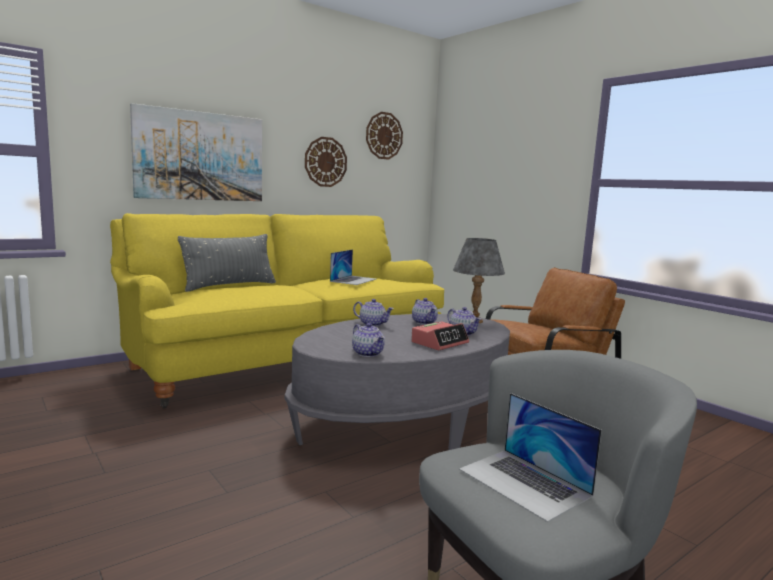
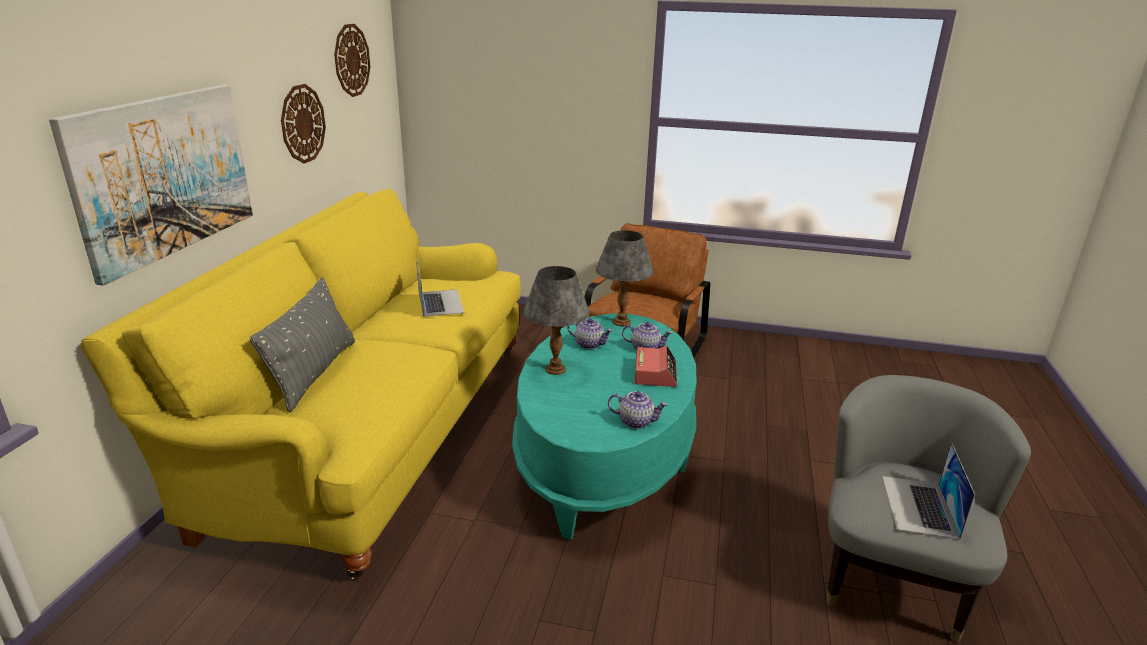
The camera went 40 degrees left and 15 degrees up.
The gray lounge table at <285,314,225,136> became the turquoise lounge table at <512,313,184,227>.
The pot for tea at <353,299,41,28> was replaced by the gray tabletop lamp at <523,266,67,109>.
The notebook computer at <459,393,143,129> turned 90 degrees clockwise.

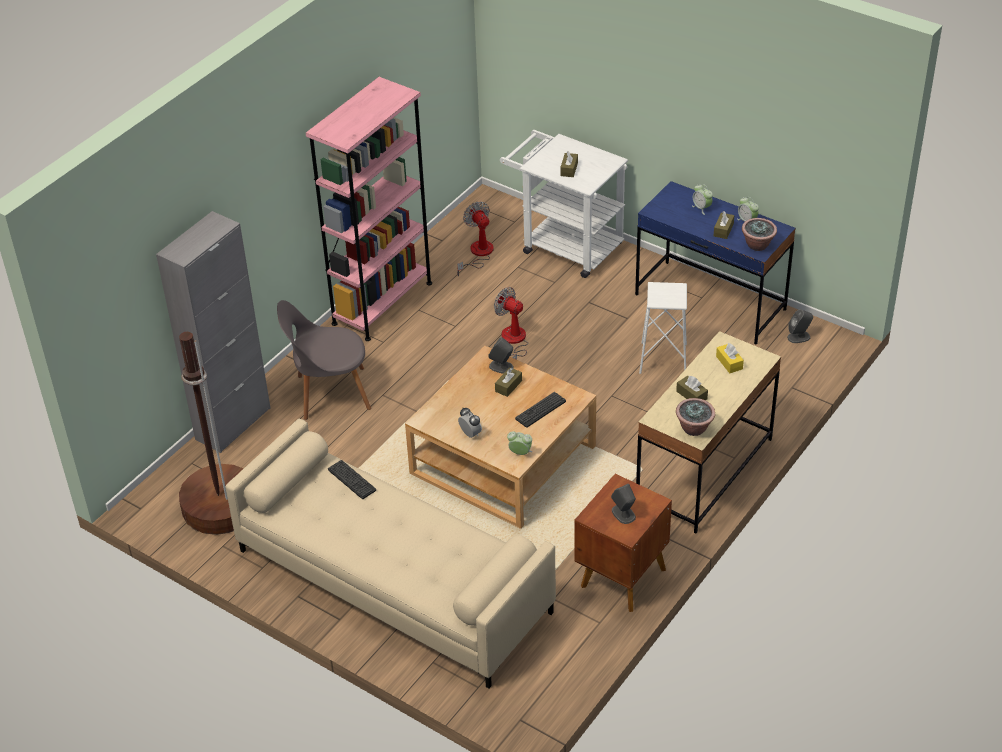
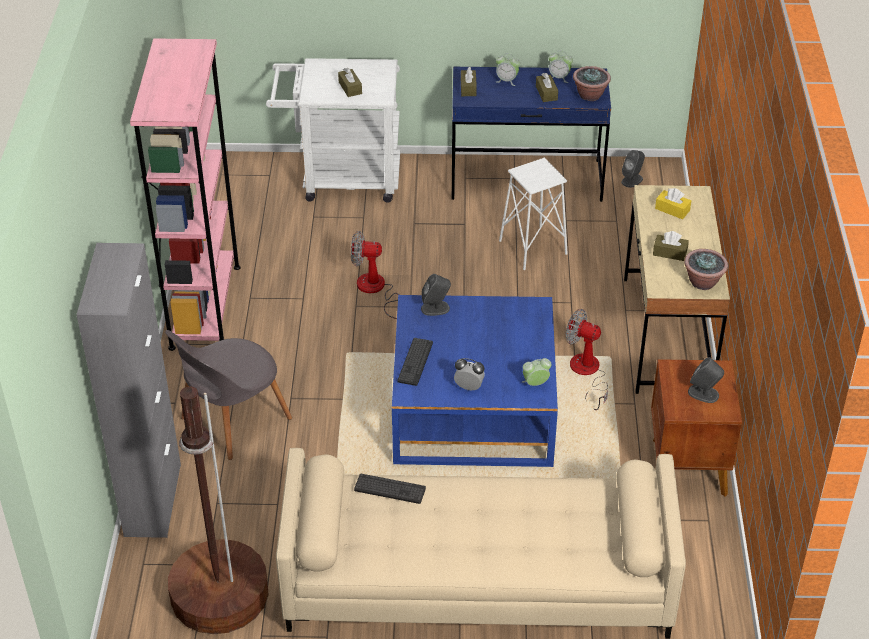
The camera went 35 degrees left and 0 degrees up.
The beige-coloured lounge table at <405,346,191,183> became the blue-coloured lounge table at <392,295,166,172>.
The computer keyboard moved from <515,392,51,36> to <398,338,35,48>.
The brown-coloured tissue box moved from <495,367,27,30> to <461,67,16,29>.
The cooling fan moved from <457,201,37,76> to <566,309,42,101>.

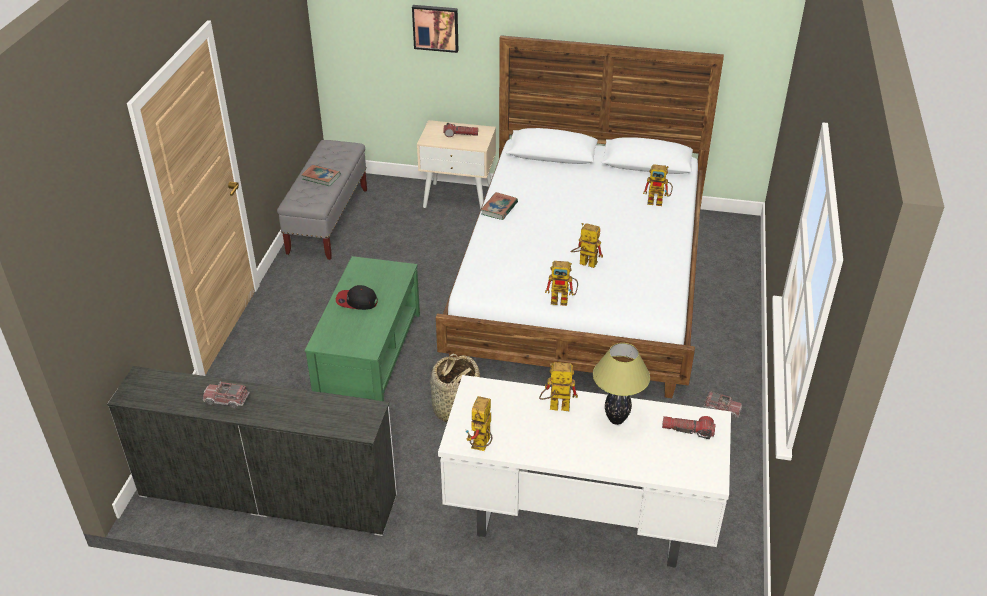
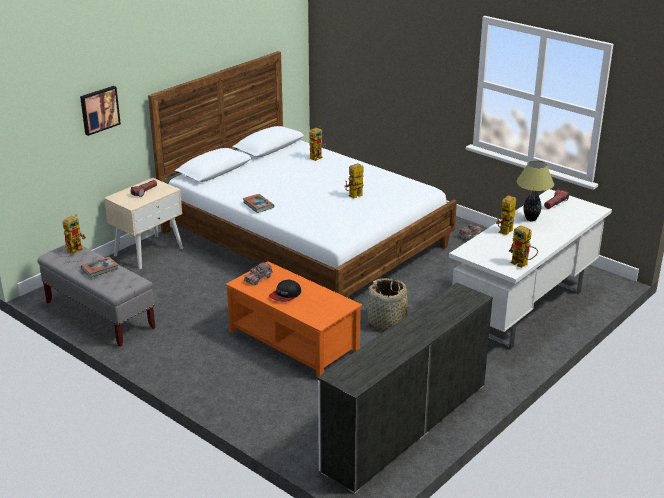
The camera went 60 degrees left and 10 degrees down.
The toy robot moved from <545,261,33,45> to <62,214,24,40>.
The greenish lounge table at <305,256,115,145> became the orange-coloured lounge table at <226,261,136,118>.
The toy truck moved from <203,382,47,27> to <244,262,29,23>.

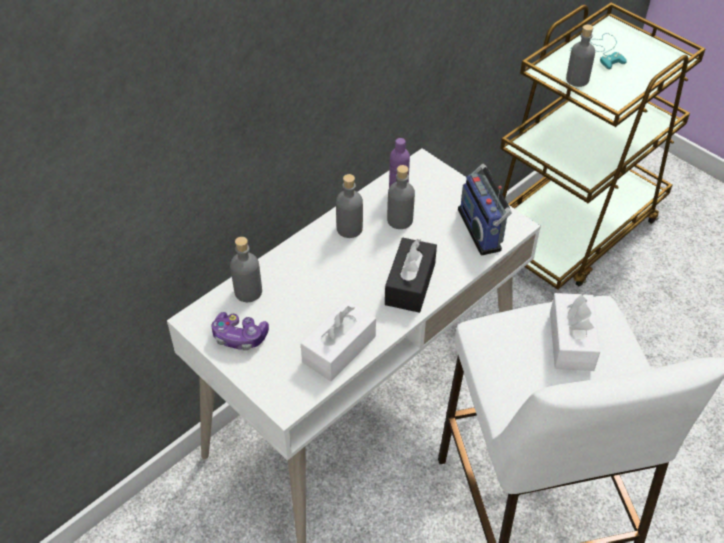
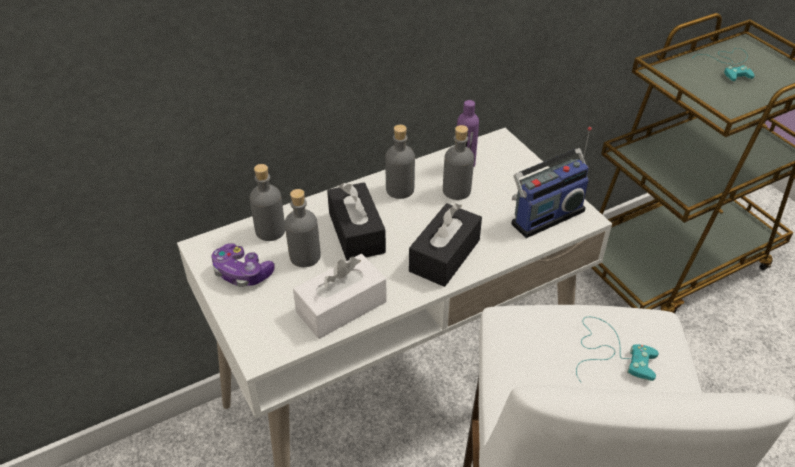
The camera went 15 degrees right and 5 degrees down.
The gray drink bottle moved from <566,24,29,63> to <285,189,36,78>.
The blackish tissue box at <327,182,59,79> appeared.
The radio receiver at <458,164,54,92> turned 120 degrees counterclockwise.
The whitish tissue box at <550,293,50,78> was replaced by the turquoise gamepad at <576,317,83,65>.

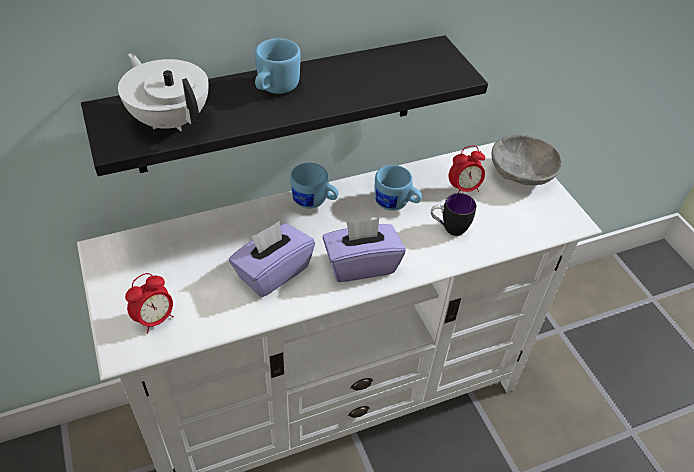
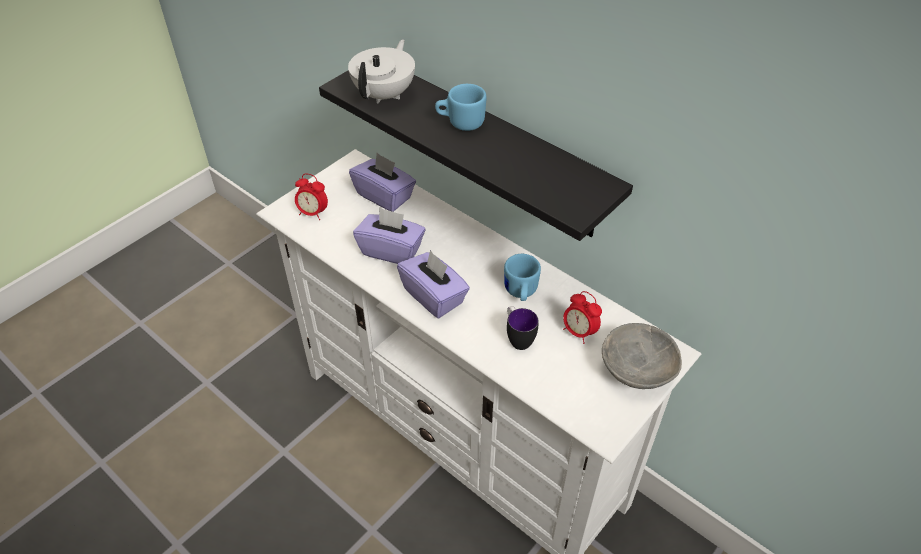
The camera went 65 degrees right and 0 degrees up.
The purplish tissue box at <349,153,67,59> appeared.
The blue-coloured tea mug at <290,163,48,46> disappeared.

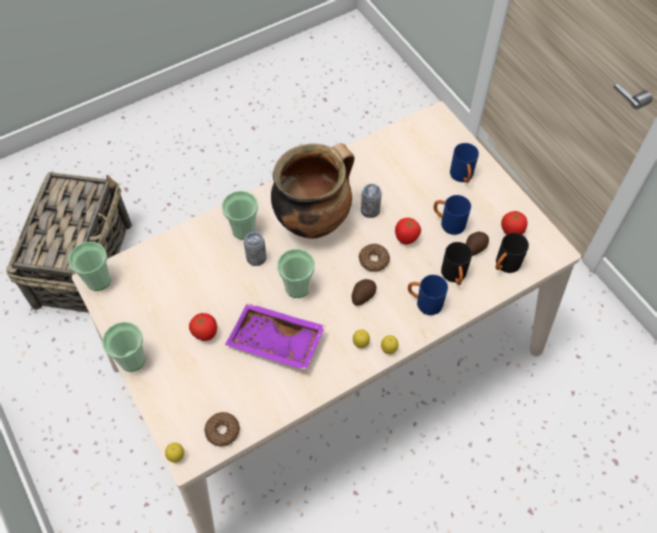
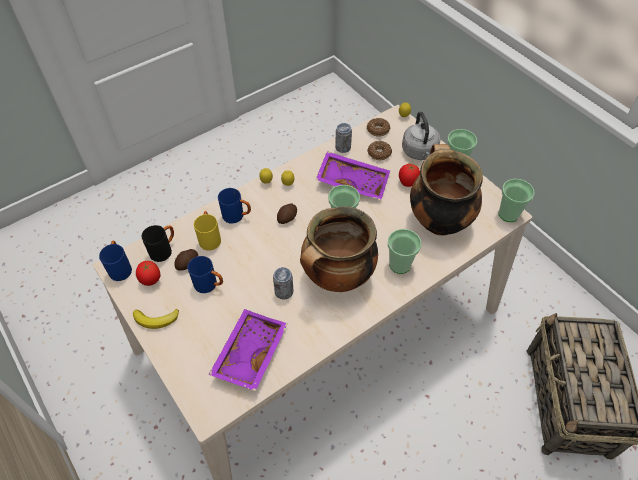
The camera went 175 degrees right and 5 degrees down.
The blue-coloured tea mug moved from <450,143,29,40> to <99,241,33,40>.
The whole banana at <133,309,46,20> appeared.
The blackish tea mug at <441,242,31,43> became the yellow tea mug at <194,211,27,40>.
The purplish tray at <209,309,78,82> appeared.
The sealed can moved from <244,232,22,34> to <335,123,17,30>.
The ring doughnut moved from <359,244,31,28> to <368,141,24,19>.
The gray water kettle at <402,111,39,49> appeared.
The saucepot at <410,144,73,91> appeared.
The whole tomato at <395,218,26,27> disappeared.

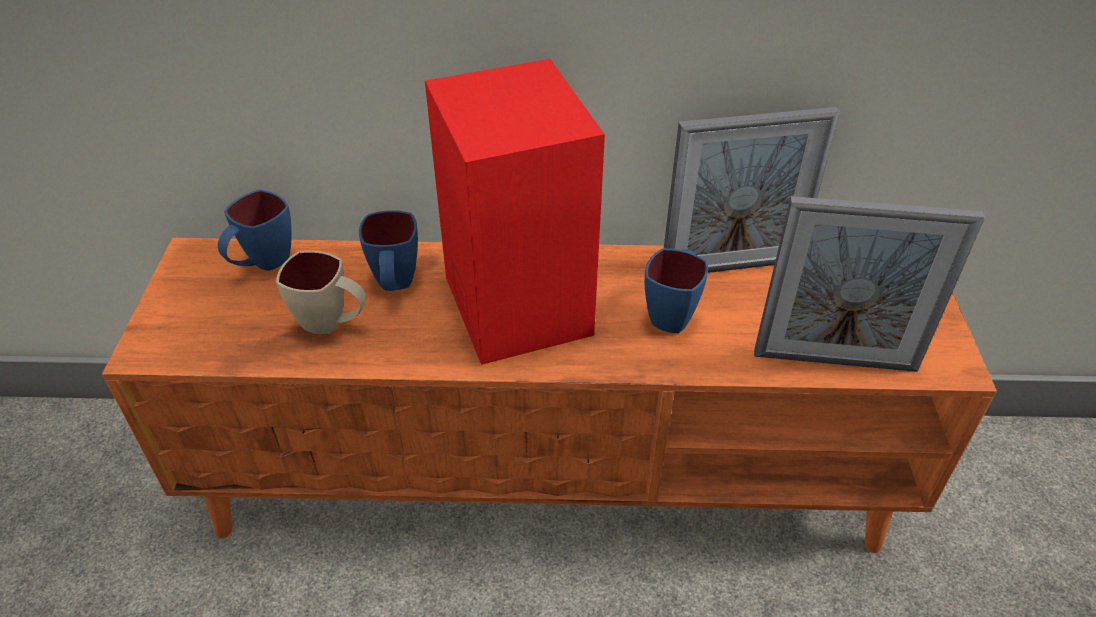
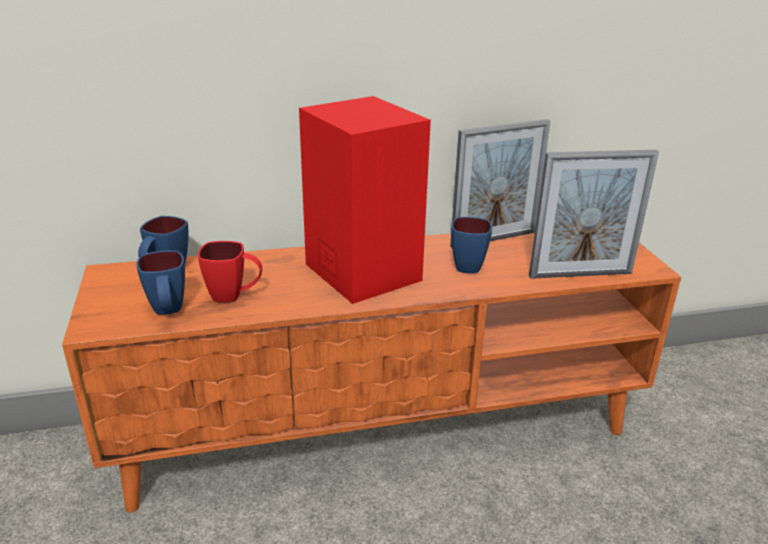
The camera went 15 degrees left and 15 degrees down.
The blue-coloured tea mug moved from <359,210,59,81> to <136,250,49,65>.
The beige-coloured tea mug at <276,251,90,83> became the reddish tea mug at <198,241,64,62>.

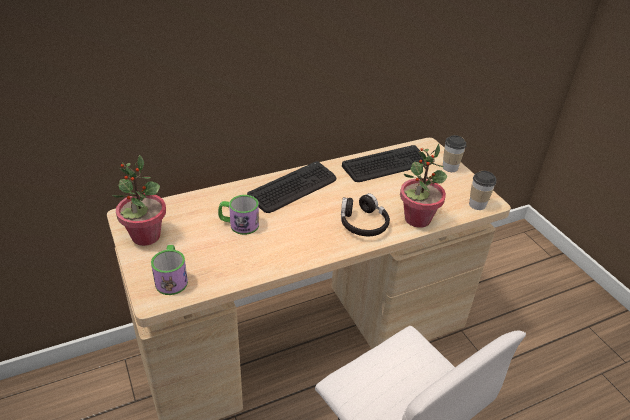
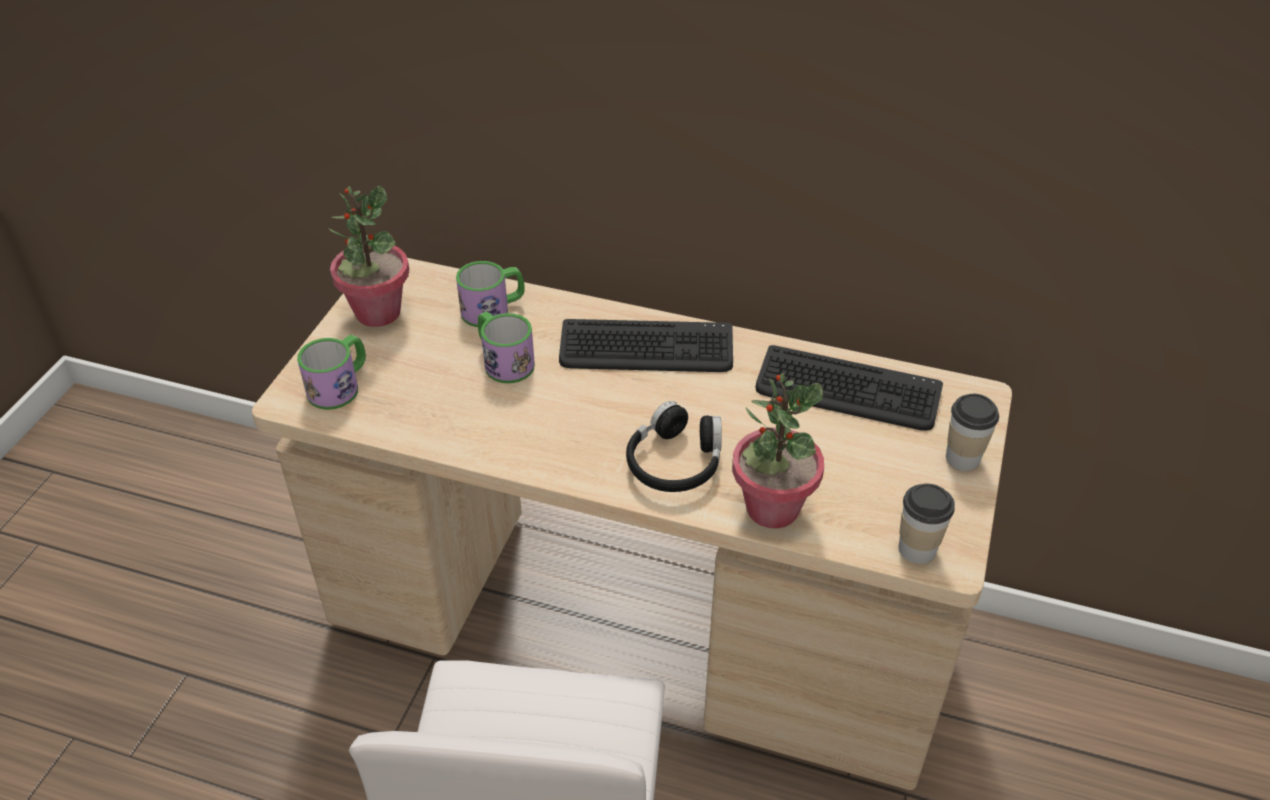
The camera went 45 degrees right and 5 degrees up.
The tea mug at <456,261,69,66> appeared.

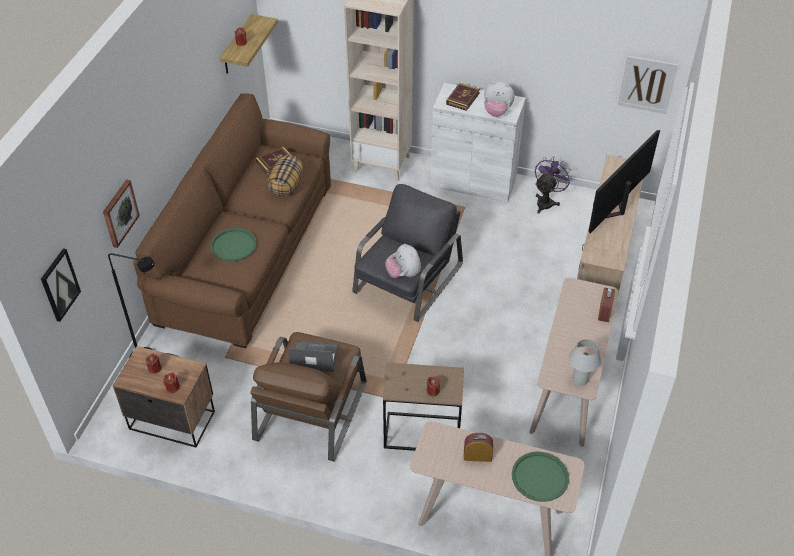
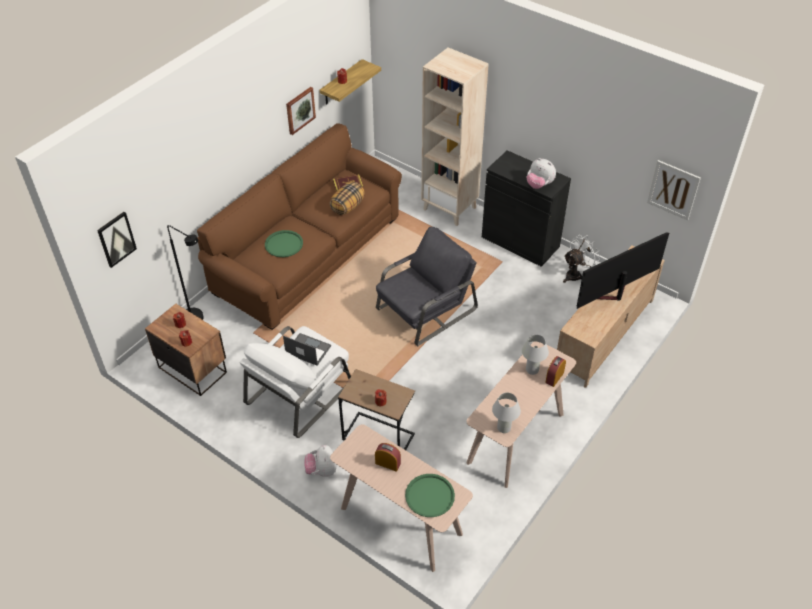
The camera went 20 degrees right and 0 degrees up.
The brown-coloured lounge chair at <250,332,116,129> became the whitish lounge chair at <240,326,111,112>.
The picture moved from <103,179,37,69> to <286,87,30,48>.
The soft toy moved from <385,244,36,34> to <304,445,33,32>.
The whitish cupboard at <430,83,96,119> became the blackish cupboard at <482,150,89,117>.
The whitish tabletop lamp at <522,335,27,40> appeared.
The purplish cooling fan at <535,156,36,58> became the whitish cooling fan at <563,235,37,48>.
The book at <446,83,34,28> disappeared.

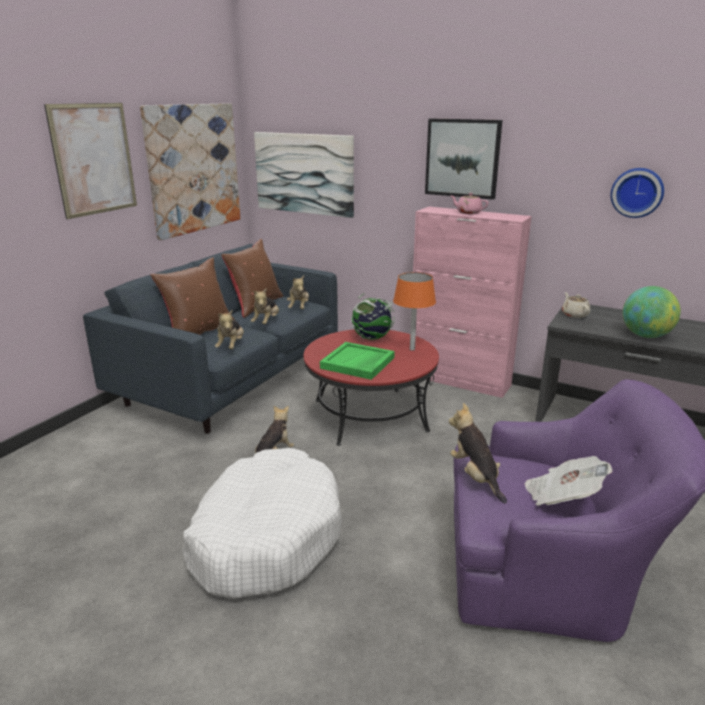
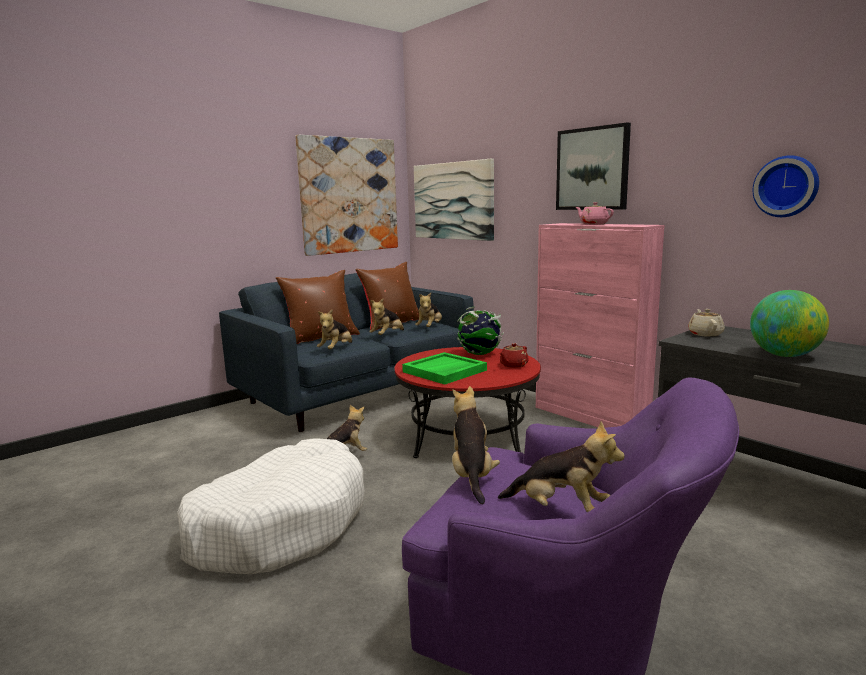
The camera went 20 degrees right and 10 degrees down.
The newspaper at <525,456,87,50> was replaced by the soft toy at <498,421,127,91>.
The orange-coloured tabletop lamp at <393,272,43,79> was replaced by the reddish pot for tea at <500,343,28,25>.
The picture at <44,103,93,116> disappeared.

